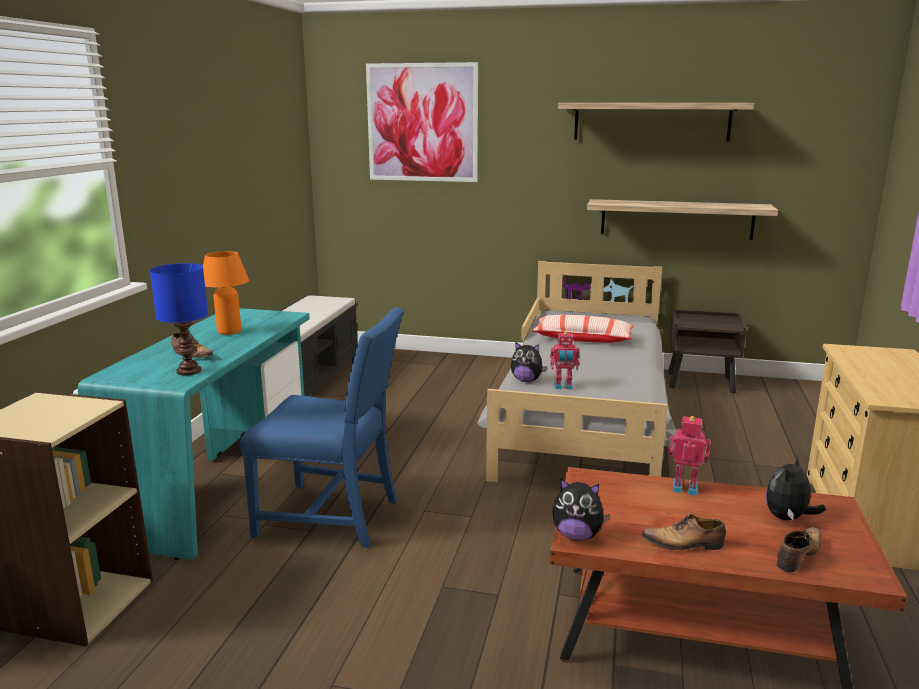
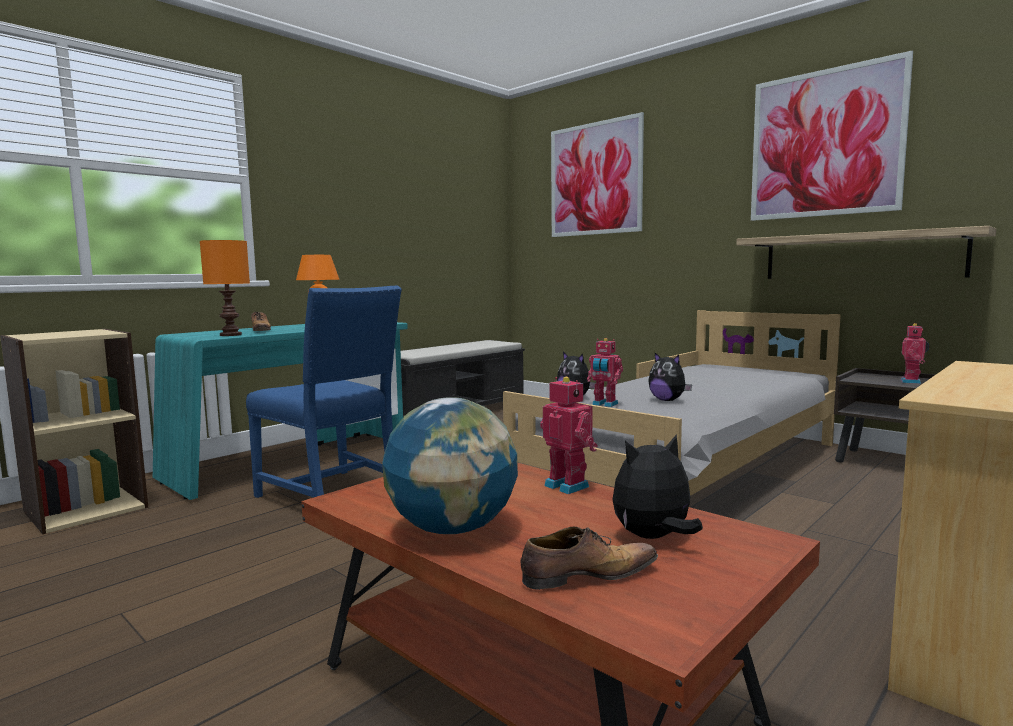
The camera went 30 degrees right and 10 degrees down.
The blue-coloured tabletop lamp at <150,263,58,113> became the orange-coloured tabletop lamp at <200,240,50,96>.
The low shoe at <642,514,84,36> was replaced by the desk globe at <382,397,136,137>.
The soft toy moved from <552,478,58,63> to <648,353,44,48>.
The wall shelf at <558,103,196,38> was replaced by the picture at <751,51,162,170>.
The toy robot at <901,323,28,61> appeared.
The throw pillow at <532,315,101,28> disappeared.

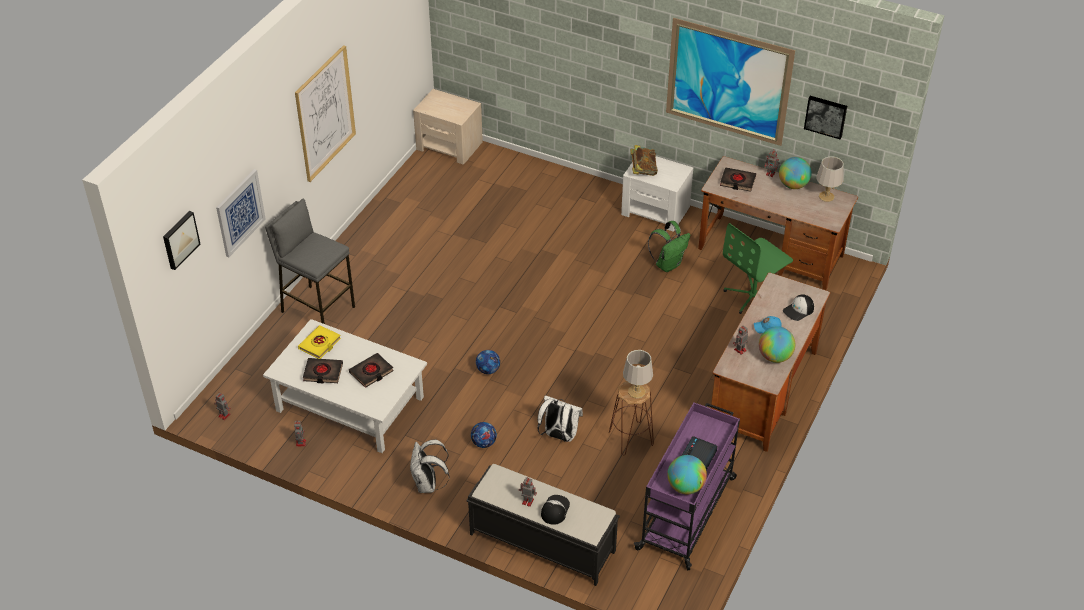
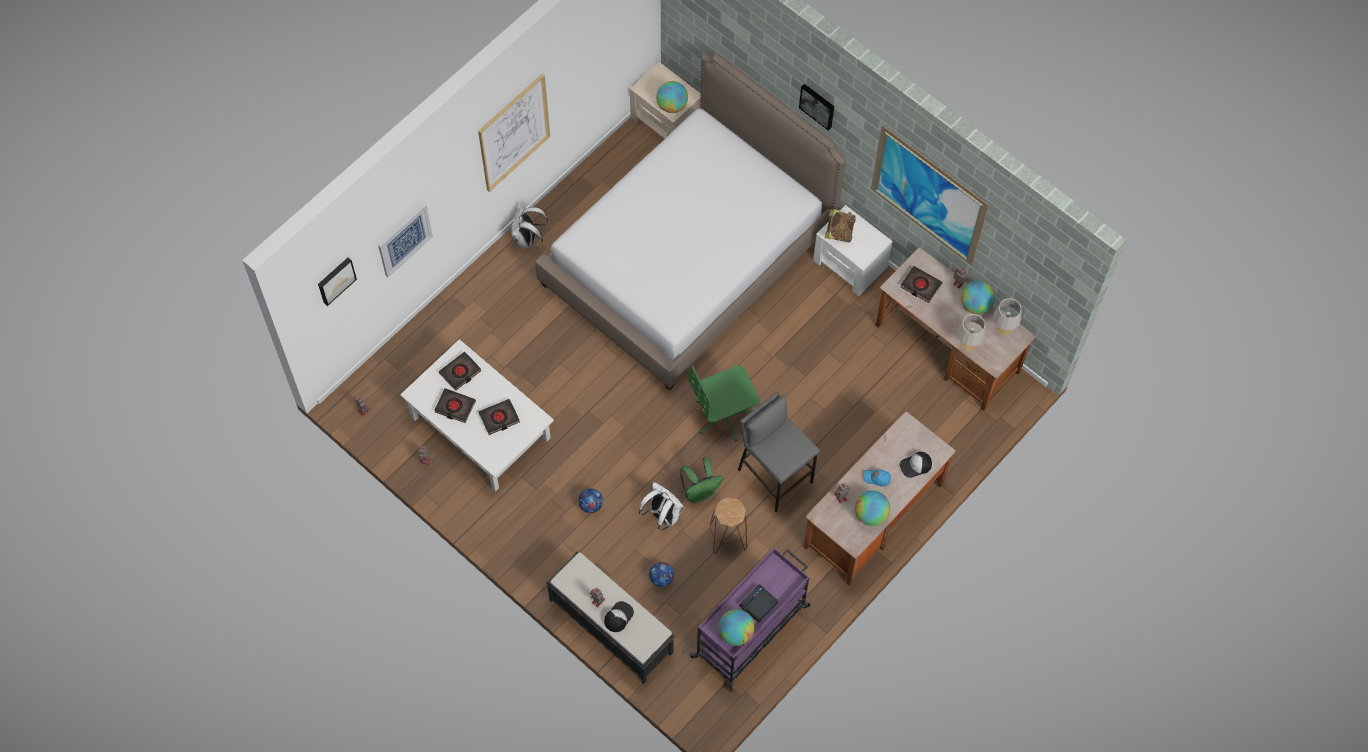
The camera went 15 degrees right and 20 degrees up.
The yellow book at <298,325,43,34> became the blackish book at <439,352,42,39>.
The whitish knapsack moved from <410,440,40,53> to <511,204,37,44>.
The bed at <535,53,311,338> appeared.
The football ball moved from <476,350,24,24> to <649,562,25,25>.
The desk globe at <656,81,32,32> appeared.
The greenish knapsack moved from <648,221,42,51> to <680,457,43,46>.
The greenish office chair moved from <723,223,70,91> to <688,363,72,78>.
The gray sitting stool moved from <265,199,90,125> to <738,392,82,120>.
The picture moved from <804,96,43,43> to <799,84,35,47>.
The gray tabletop lamp moved from <623,350,30,48> to <957,314,28,38>.

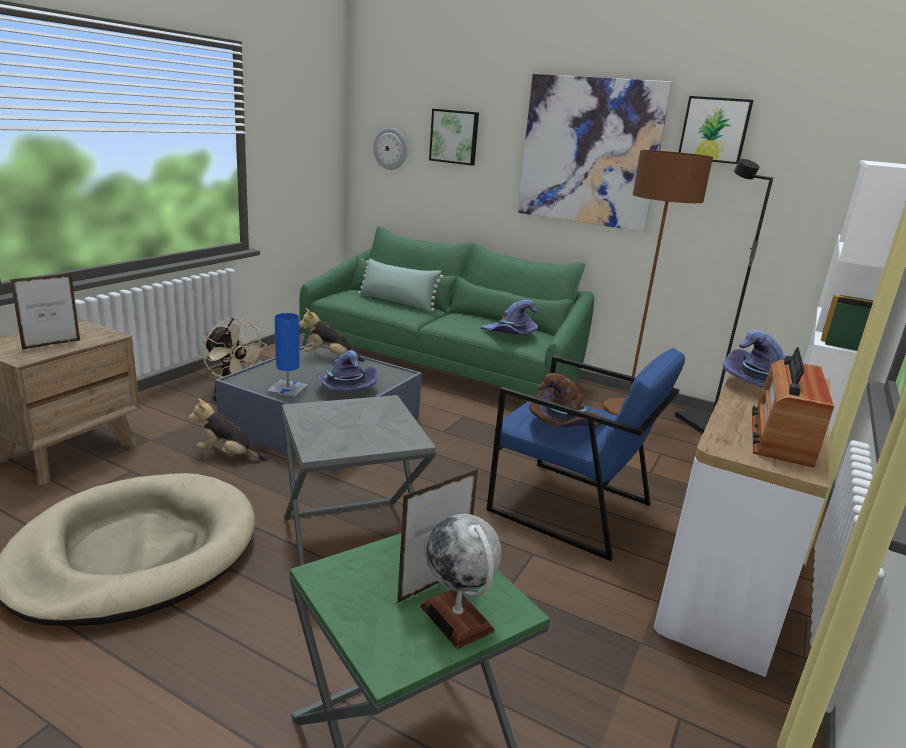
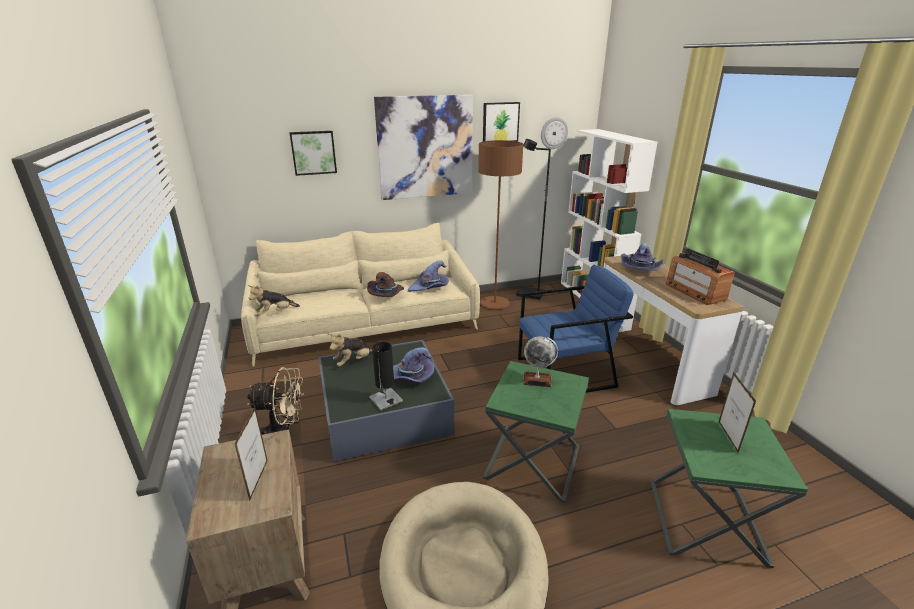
The camera went 45 degrees left and 5 degrees up.
The greenish settee at <299,227,295,169> became the beige-coloured settee at <241,223,239,144>.
The soft toy moved from <189,398,79,63> to <248,285,52,31>.
The brown-coloured clothing hat moved from <529,373,78,54> to <367,272,37,25>.
The blue-coloured tabletop lamp at <267,313,41,85> became the blackish tabletop lamp at <369,342,34,68>.
The gray end table at <282,395,154,171> became the greenish end table at <483,361,106,142>.
The desk globe moved from <420,514,82,135> to <523,337,35,50>.
The wall clock moved from <374,128,33,42> to <541,117,27,32>.
The greenish throw pillow at <358,258,86,54> disappeared.

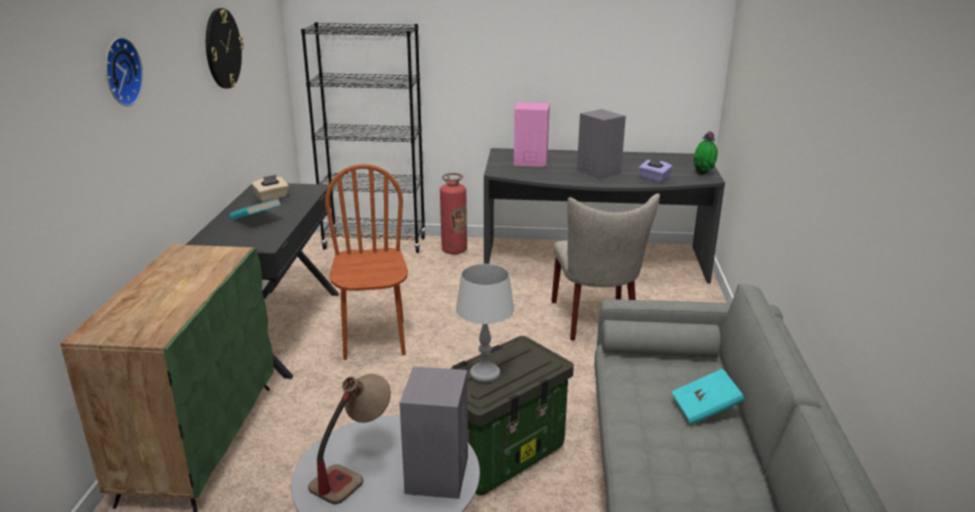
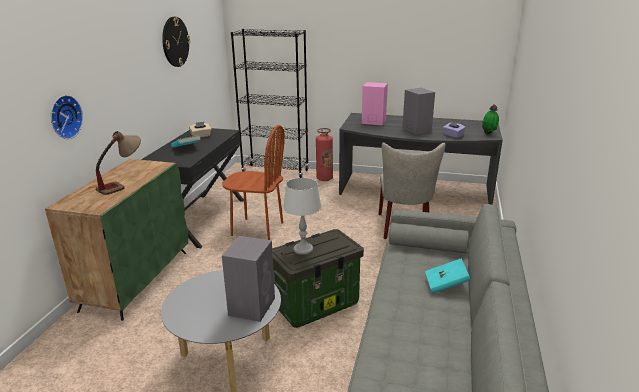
The camera went 10 degrees right and 0 degrees up.
The wall clock moved from <105,37,38,69> to <51,95,32,44>.
The tabletop lamp moved from <308,374,83,130> to <96,131,45,64>.
The brown-coloured plain chair at <325,164,83,196> turned 105 degrees clockwise.

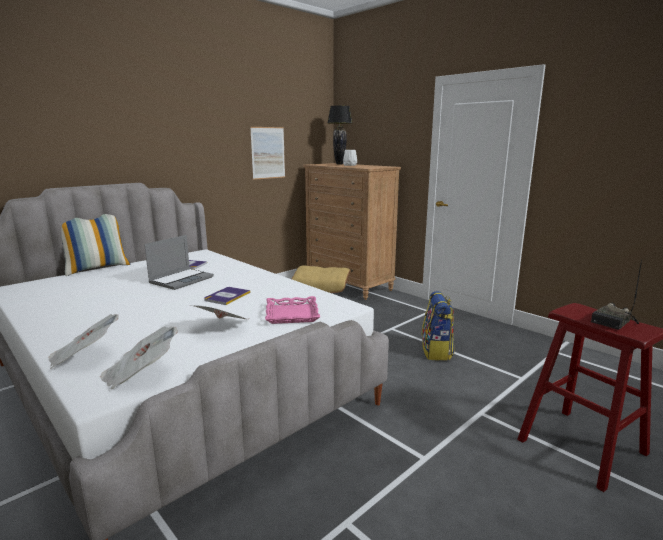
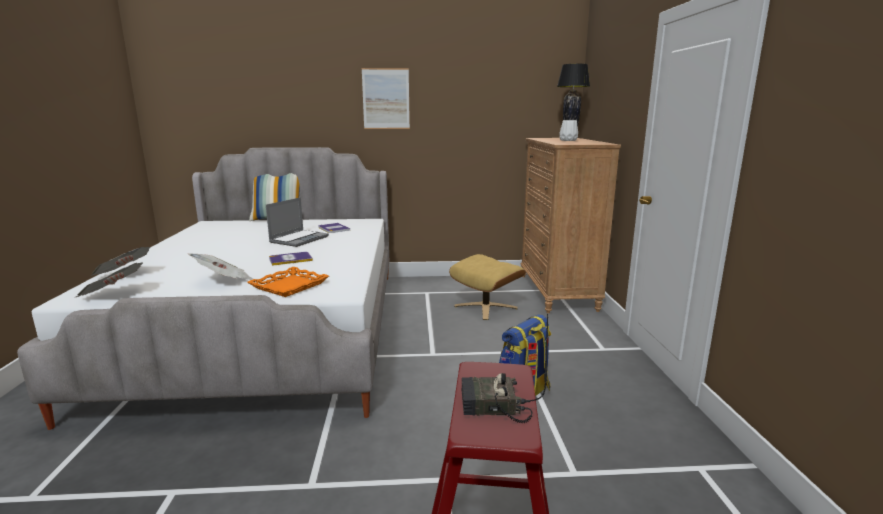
The camera went 40 degrees right and 0 degrees up.
The pink-coloured tray at <265,296,55,28> became the orange-coloured tray at <247,267,82,30>.
The notebook computer at <144,235,70,55> turned 45 degrees counterclockwise.
The picture moved from <250,127,35,53> to <362,68,48,61>.

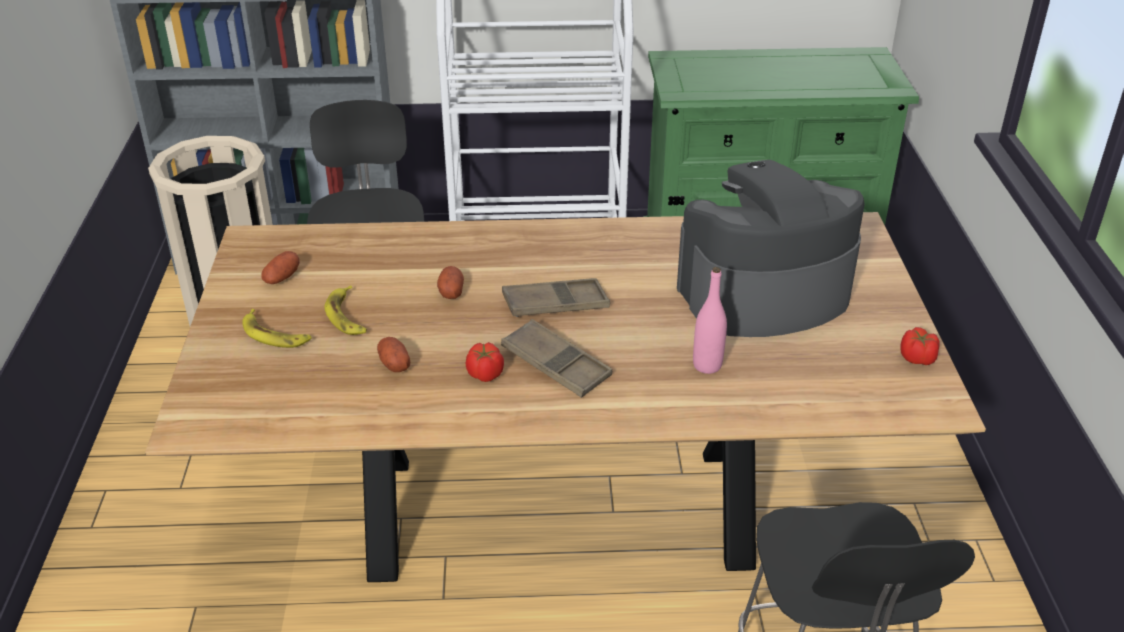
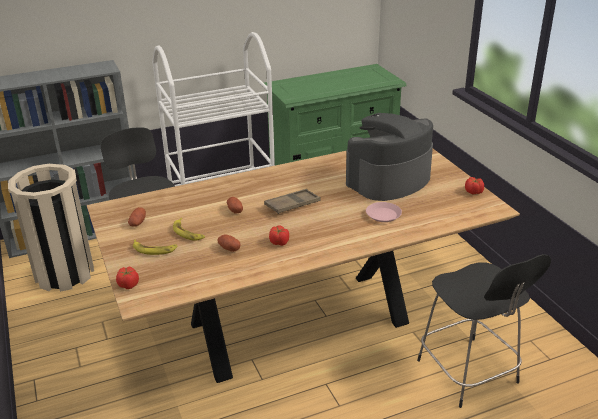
The camera went 20 degrees left and 5 degrees down.
The whole tomato at <116,267,23,22> appeared.
The pink-coloured drink bottle at <693,267,34,107> was replaced by the pink-coloured dinner plate at <366,202,36,20>.
The brown-coloured tray at <501,319,111,79> disappeared.

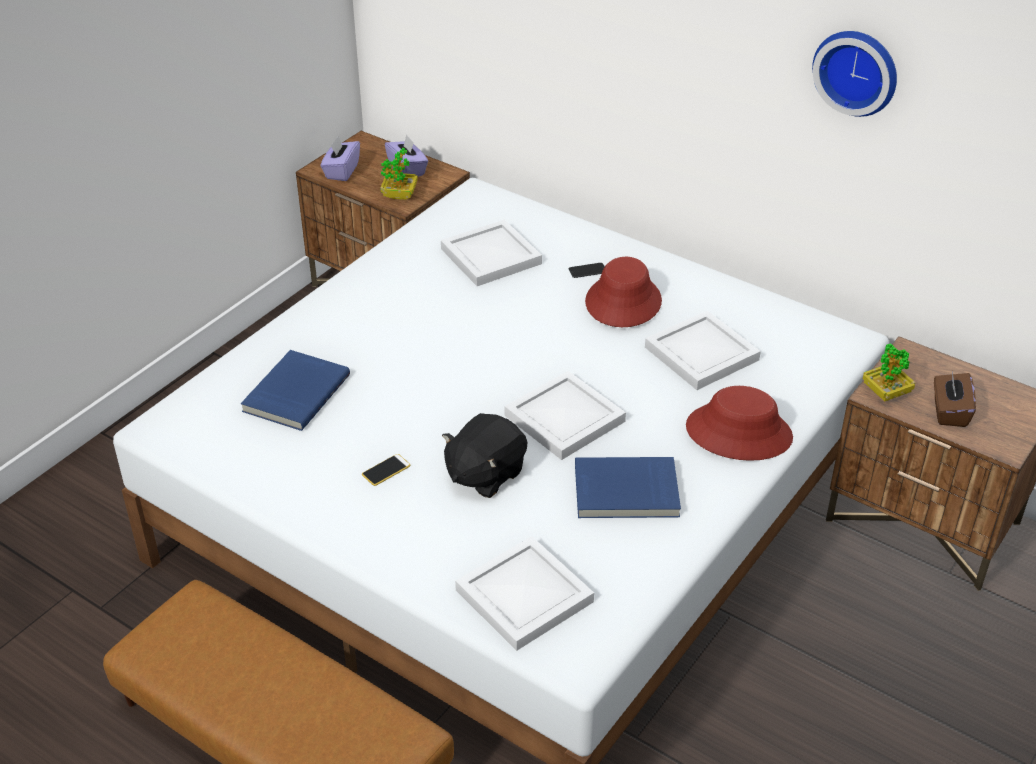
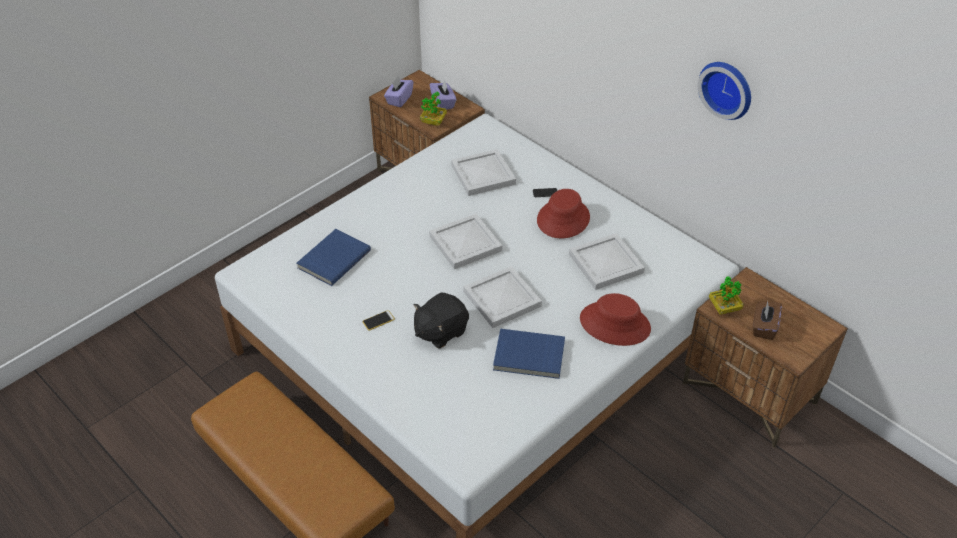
The camera went 10 degrees right and 5 degrees up.
The whitish tray moved from <455,536,139,115> to <429,214,73,55>.

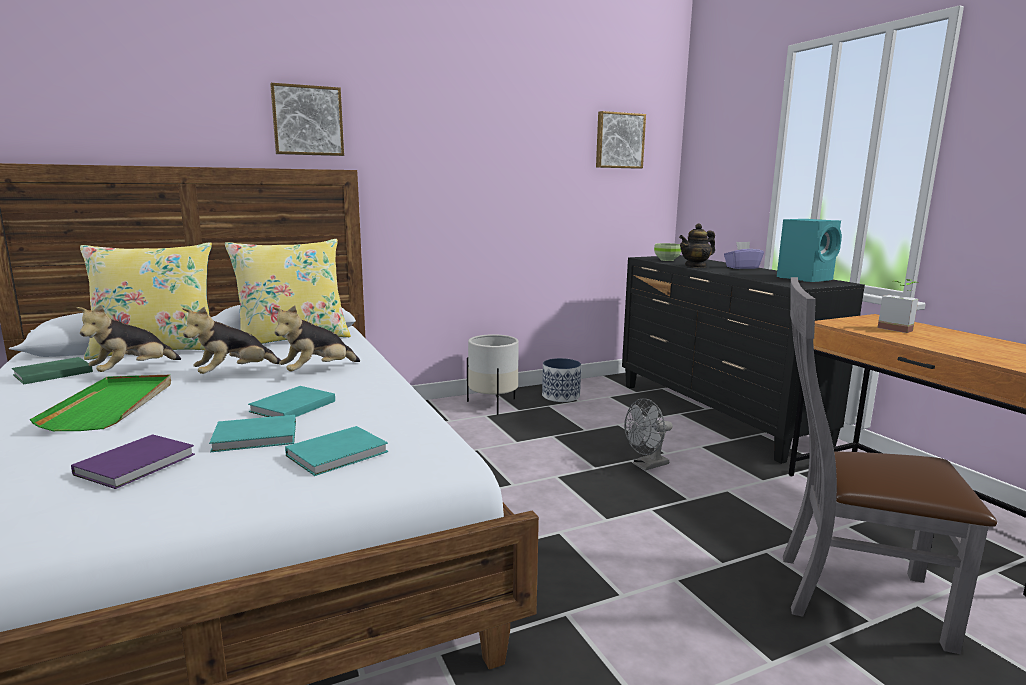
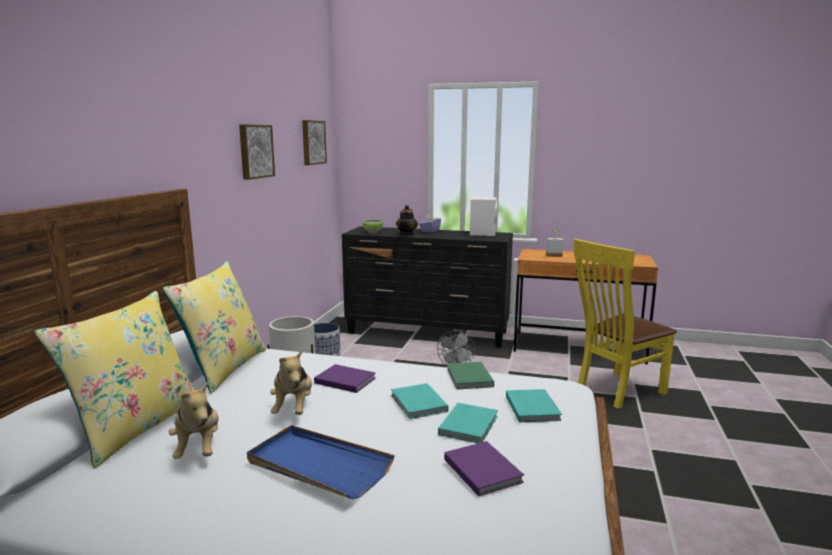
The camera went 50 degrees left and 0 degrees up.
The picture moved from <270,83,74,73> to <239,124,36,56>.
The greenish tray at <30,375,141,56> became the blue-coloured tray at <247,425,148,74>.
The soft toy at <273,305,87,66> was replaced by the purplish book at <314,364,62,29>.
The greenish book moved from <12,357,81,28> to <447,362,47,27>.
The turquoise speaker at <777,219,65,63> became the whitish speaker at <470,197,27,39>.
The gray plain chair at <783,277,214,377> became the yellow plain chair at <573,239,104,170>.

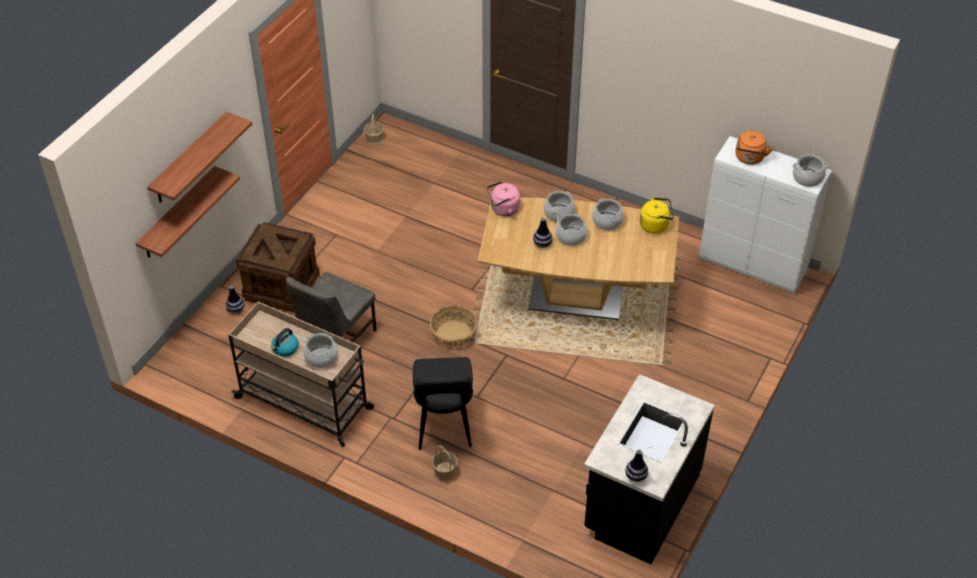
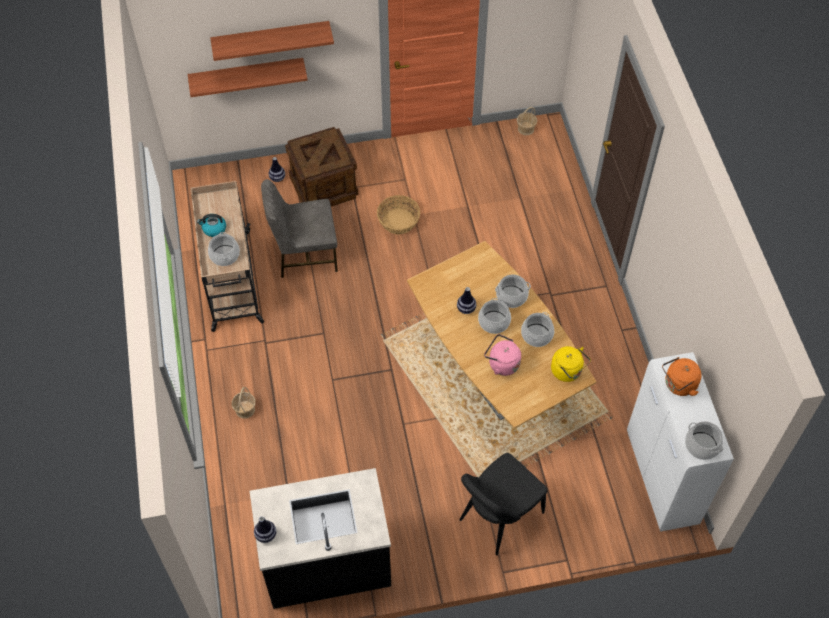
The camera went 50 degrees right and 10 degrees up.
The basket moved from <430,305,48,42> to <377,195,43,39>.
The blackish plain chair moved from <413,357,60,93> to <460,453,87,102>.
The pink-coloured water kettle moved from <486,181,34,35> to <484,334,37,42>.

